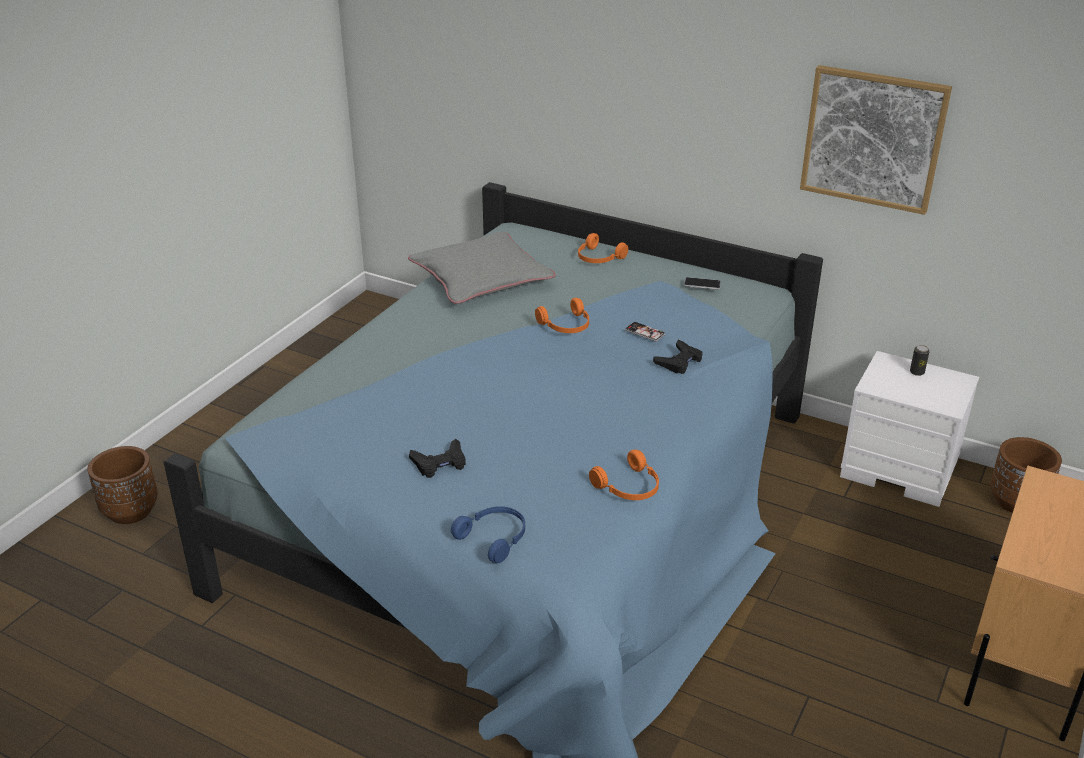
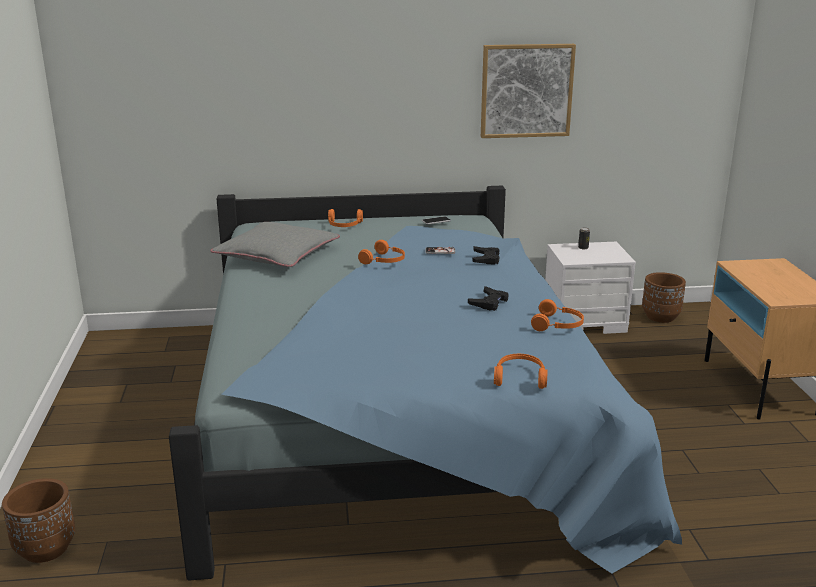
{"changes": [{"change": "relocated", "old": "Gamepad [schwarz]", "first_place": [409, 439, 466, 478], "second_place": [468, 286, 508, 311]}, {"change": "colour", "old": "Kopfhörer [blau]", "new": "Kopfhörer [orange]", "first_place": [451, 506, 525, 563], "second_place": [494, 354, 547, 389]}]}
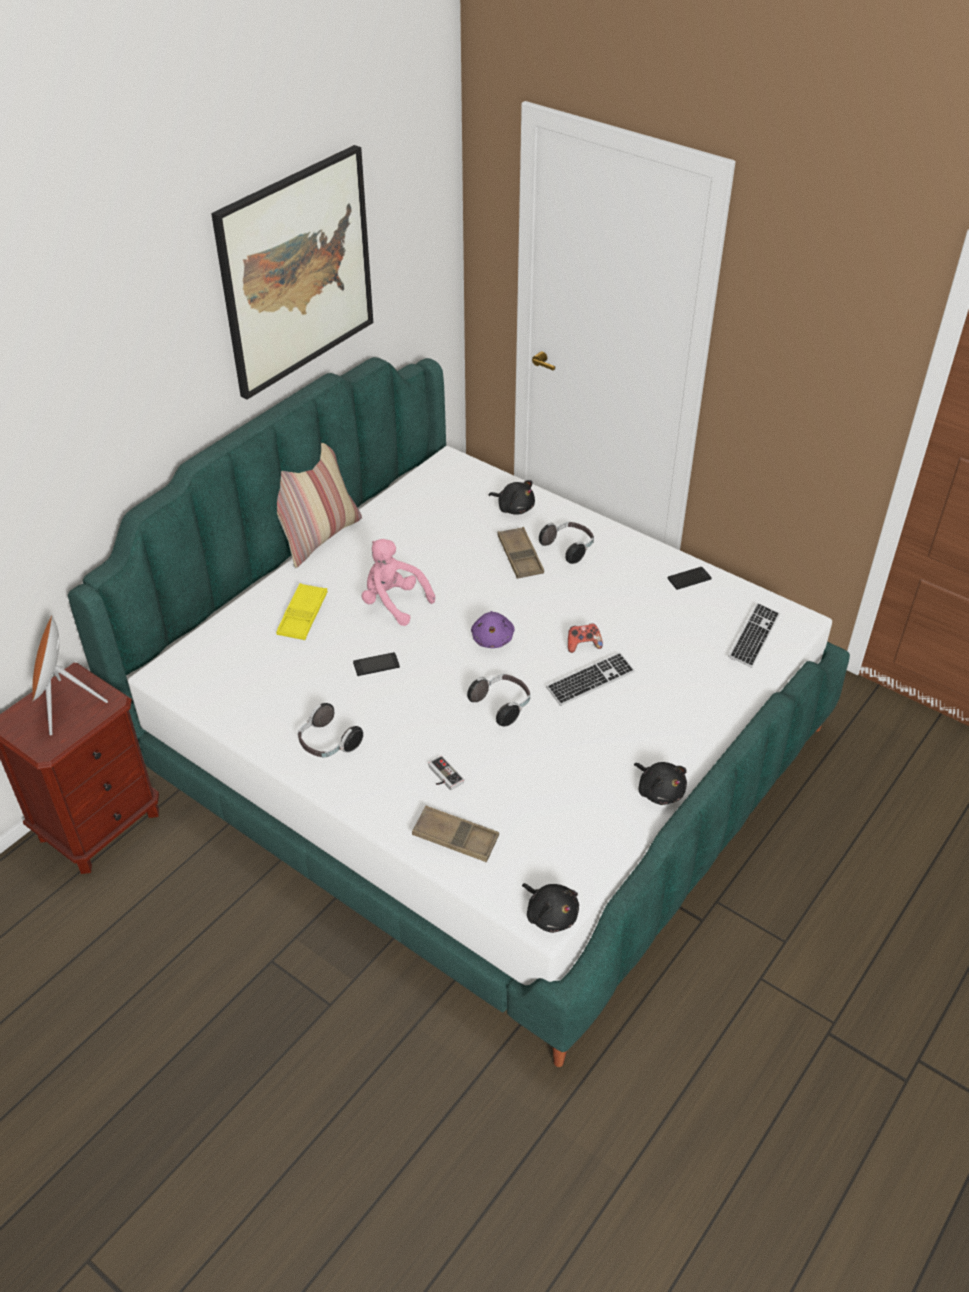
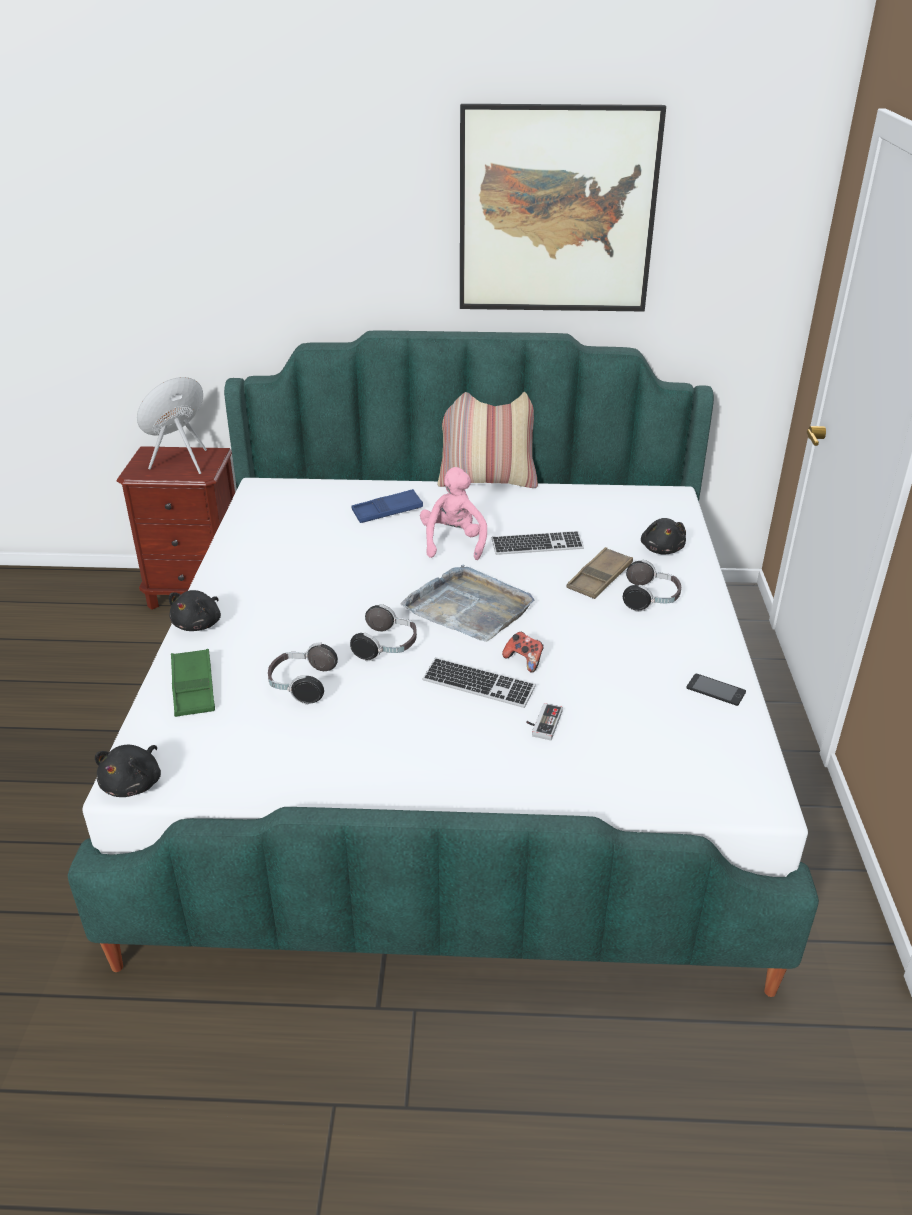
{"changes": [{"change": "relocated", "old": "Plüschtier [schwarz]", "first_place": [634, 762, 687, 805], "second_place": [169, 590, 221, 631]}, {"change": "colour", "old": "Tablett [braun]", "new": "Tablett [grün]", "first_place": [412, 806, 499, 862], "second_place": [171, 649, 215, 717]}, {"change": "relocated", "old": "Kopfhörer", "first_place": [298, 703, 363, 757], "second_place": [268, 642, 338, 705]}, {"change": "colour", "old": "Tablett [gelb]", "new": "Tablett [blau]", "first_place": [276, 583, 328, 640], "second_place": [351, 489, 423, 523]}, {"change": "exchanged", "old": "Plüschtier [lila]", "new": "Tablett [grau]", "first_place": [471, 611, 514, 648], "second_place": [400, 564, 534, 642]}, {"change": "relocated", "old": "Tastatur", "first_place": [728, 603, 780, 668], "second_place": [492, 531, 584, 555]}, {"change": "relocated", "old": "Gamepad", "first_place": [428, 756, 464, 790], "second_place": [526, 703, 563, 740]}, {"change": "missing", "old": "Handy", "first_place": [353, 652, 400, 676]}]}
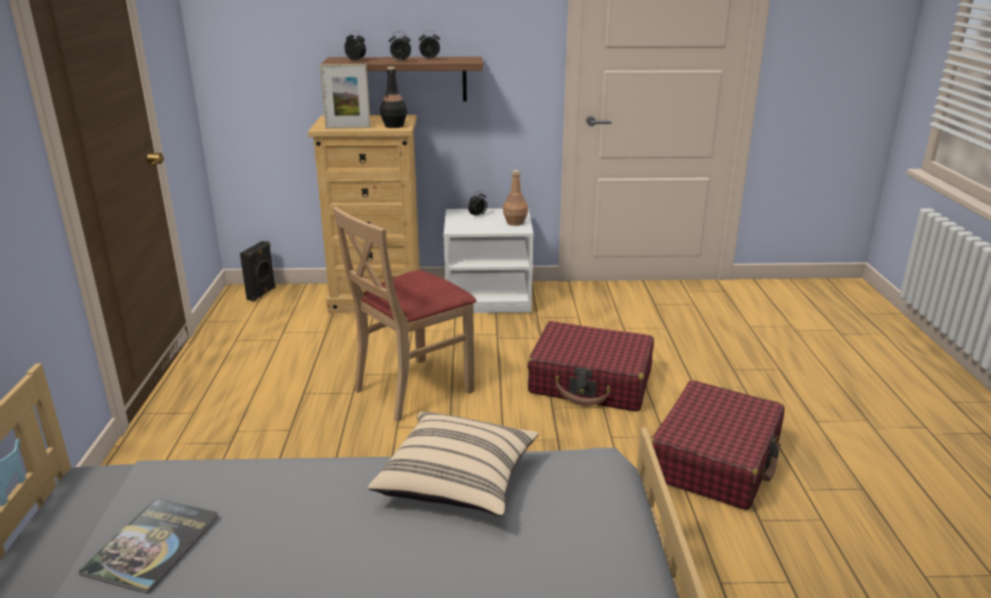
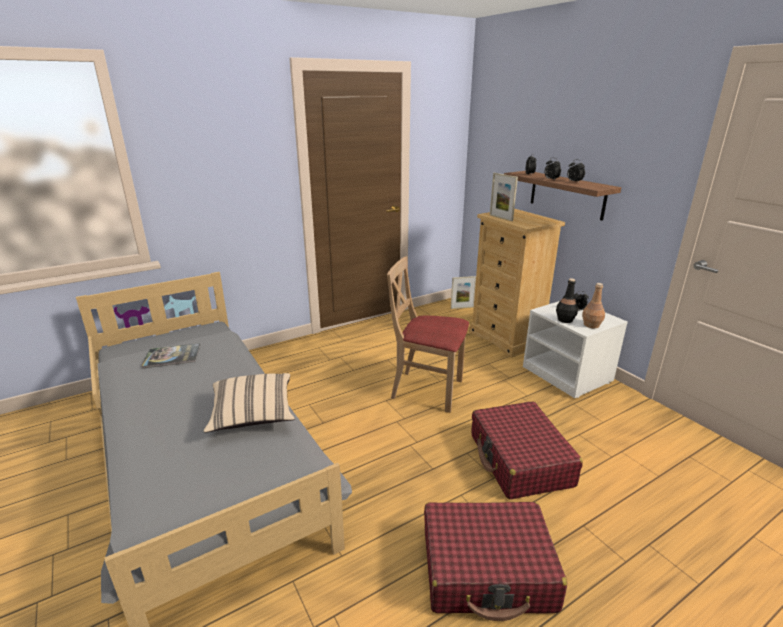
{"changes": [{"change": "exchanged", "old": "Lautsprecher [schwarz]", "new": "Bilderrahmen", "first_place": [240, 241, 276, 302], "second_place": [451, 276, 476, 309]}, {"change": "relocated", "old": "Flasche [schwarz]", "first_place": [380, 67, 407, 128], "second_place": [556, 278, 578, 323]}]}
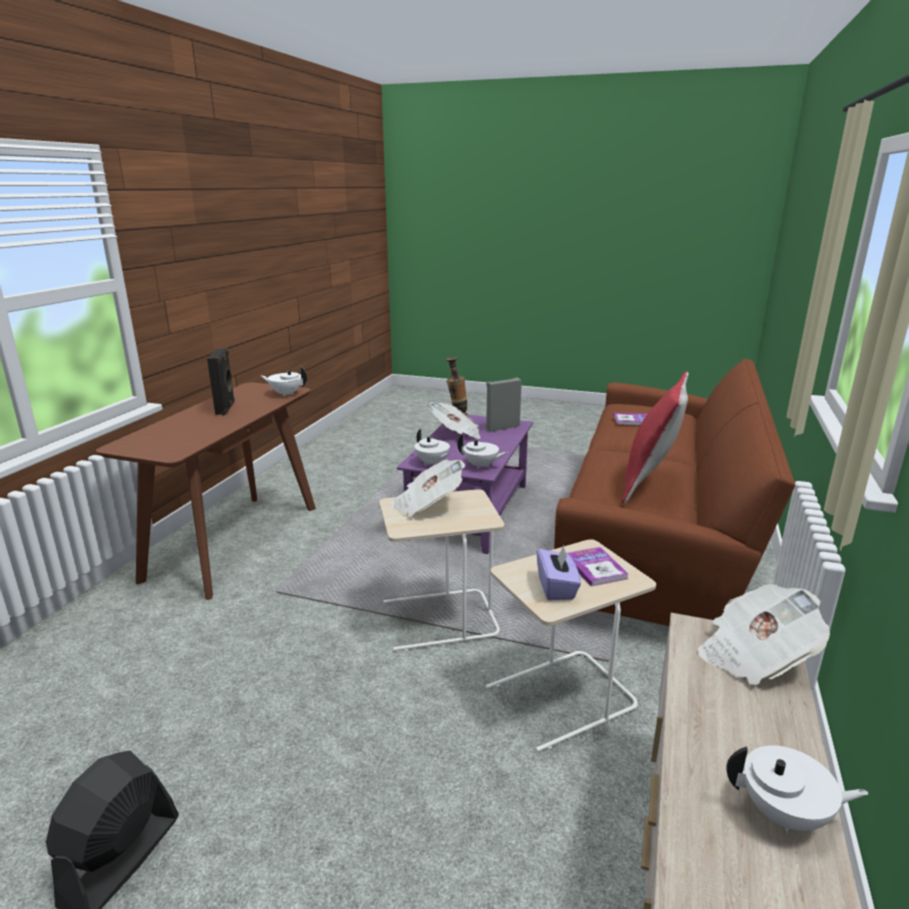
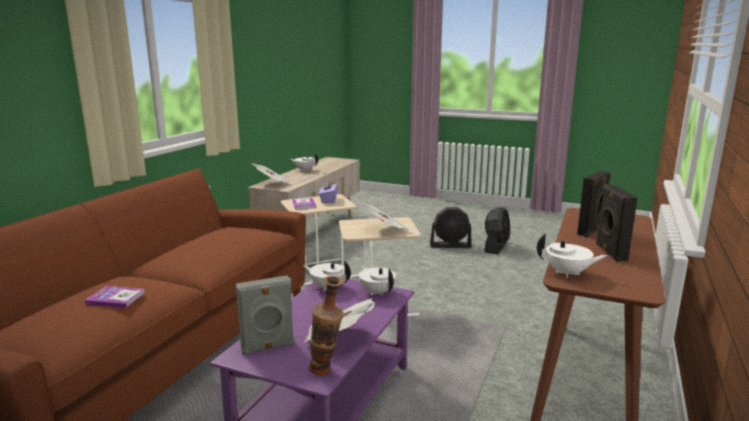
{"changes": [{"change": "appeared", "new": "Ventilator [schwarz]", "second_place": [430, 207, 472, 248]}, {"change": "appeared", "new": "Lautsprecher [schwarz]", "second_place": [577, 171, 611, 237]}, {"change": "missing", "old": "Kissen [rot]", "first_place": [622, 371, 689, 504]}]}
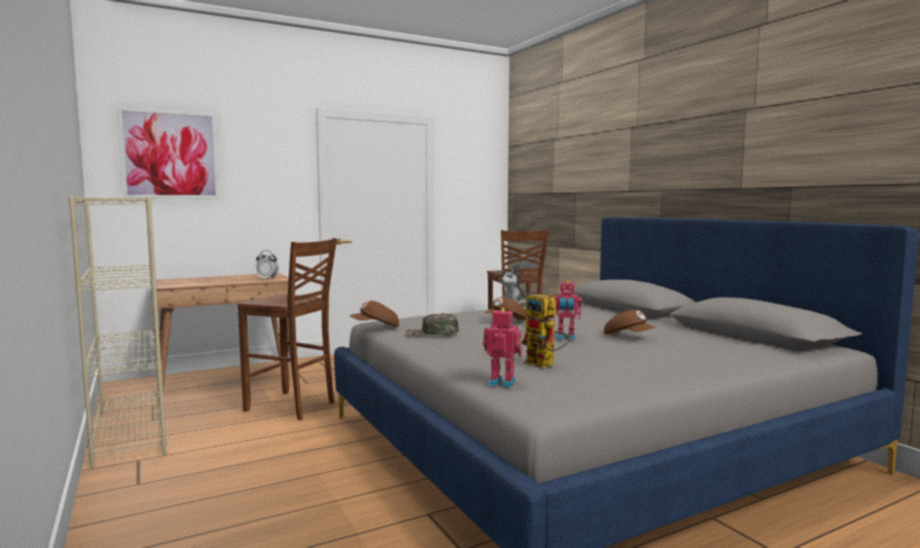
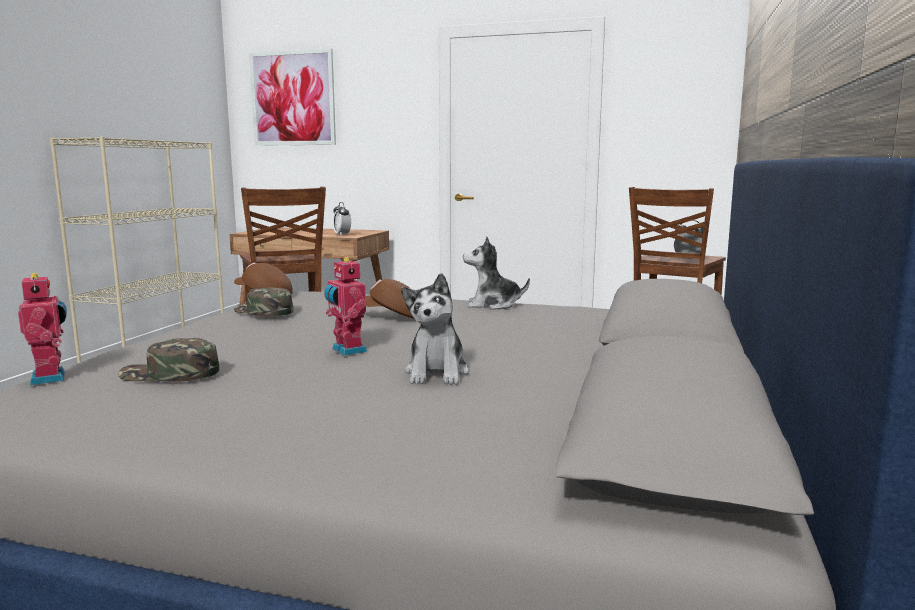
{"changes": [{"change": "exchanged", "old": "Spielzeugroboter", "new": "Kappe [grün]", "first_place": [521, 293, 570, 368], "second_place": [118, 338, 219, 382]}, {"change": "exchanged", "old": "Kappe [braun]", "new": "Plüschtier", "first_place": [604, 310, 656, 334], "second_place": [401, 273, 469, 385]}]}
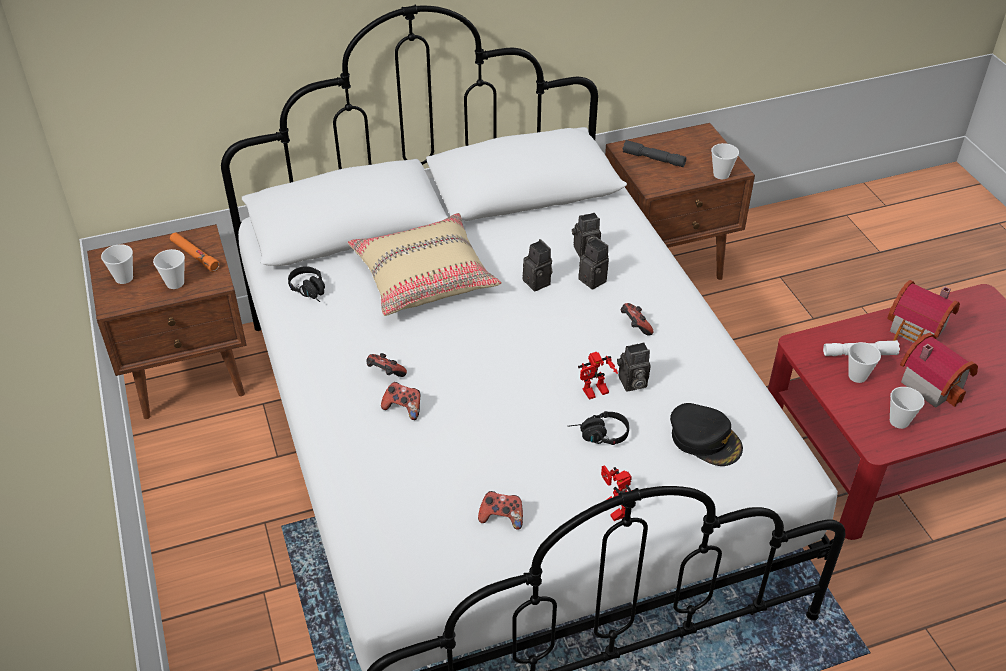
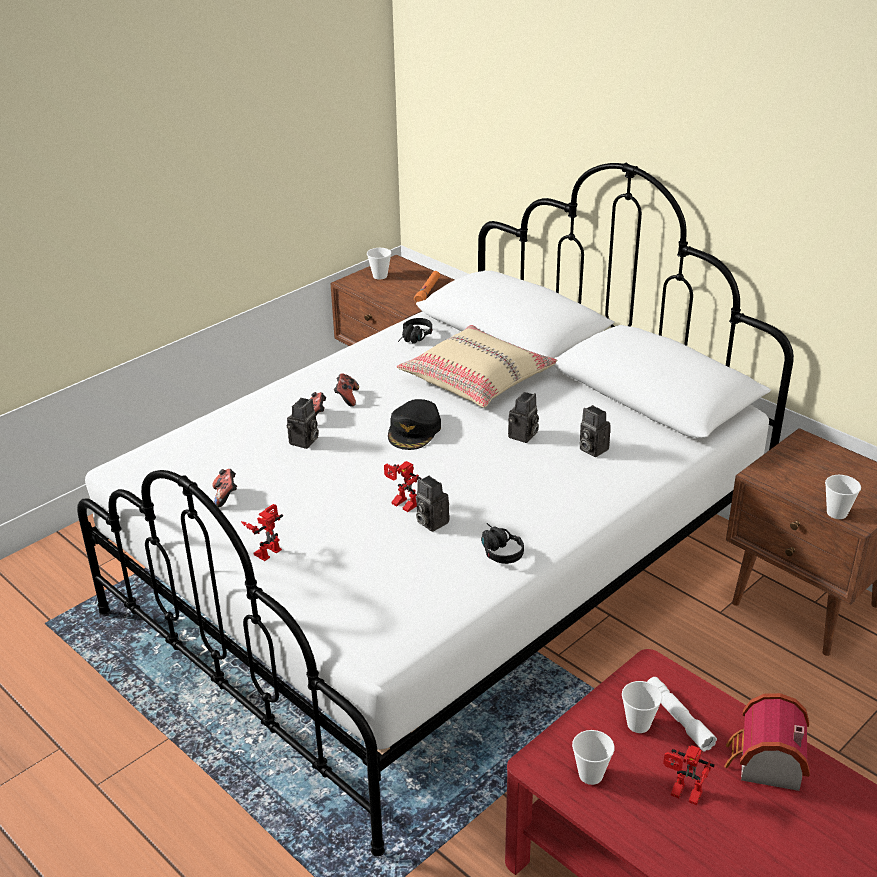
{"changes": [{"change": "relocated", "old": "Kamera", "first_place": [578, 237, 609, 290], "second_place": [287, 398, 319, 449]}, {"change": "relocated", "old": "Kappe [schwarz]", "first_place": [670, 403, 743, 466], "second_place": [388, 399, 441, 450]}, {"change": "relocated", "old": "Kopfhörer [schwarz]", "first_place": [568, 411, 629, 445], "second_place": [481, 523, 524, 564]}, {"change": "exchanged", "old": "Spielzeughaus", "new": "Spielzeugroboter", "first_place": [900, 333, 978, 408], "second_place": [663, 745, 715, 805]}, {"change": "missing", "old": "Tasse", "first_place": [153, 249, 185, 289]}, {"change": "missing", "old": "Gamepad", "first_place": [621, 303, 654, 336]}, {"change": "missing", "old": "Taschenlampe [grau]", "first_place": [623, 140, 686, 167]}]}
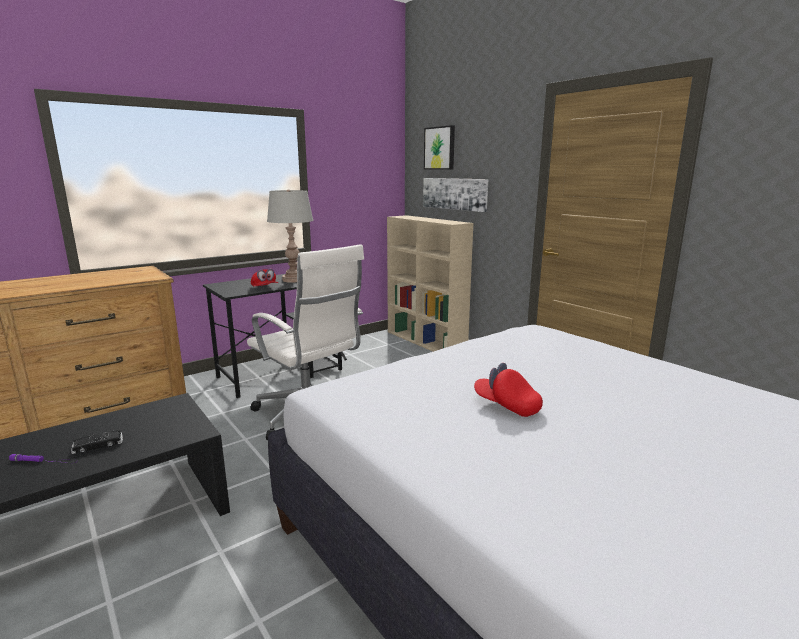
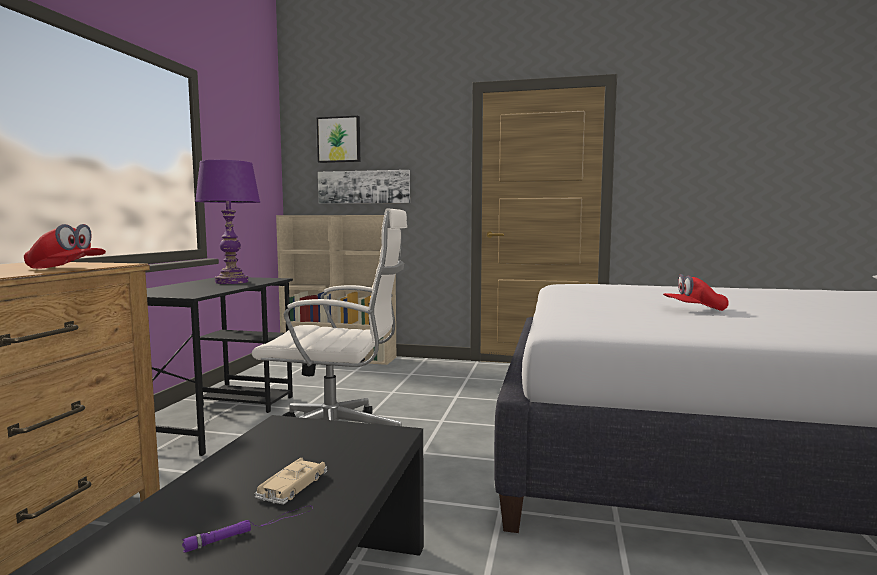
{"changes": [{"change": "relocated", "old": "Kappe [rot]", "first_place": [251, 269, 278, 286], "second_place": [24, 224, 106, 269]}, {"change": "colour", "old": "Tischlampe [grau]", "new": "Tischlampe [lila]", "first_place": [267, 189, 314, 283], "second_place": [195, 160, 260, 284]}, {"change": "colour", "old": "Spielzeugauto [schwarz]", "new": "Spielzeugauto [beige]", "first_place": [71, 430, 123, 454], "second_place": [255, 458, 328, 505]}]}
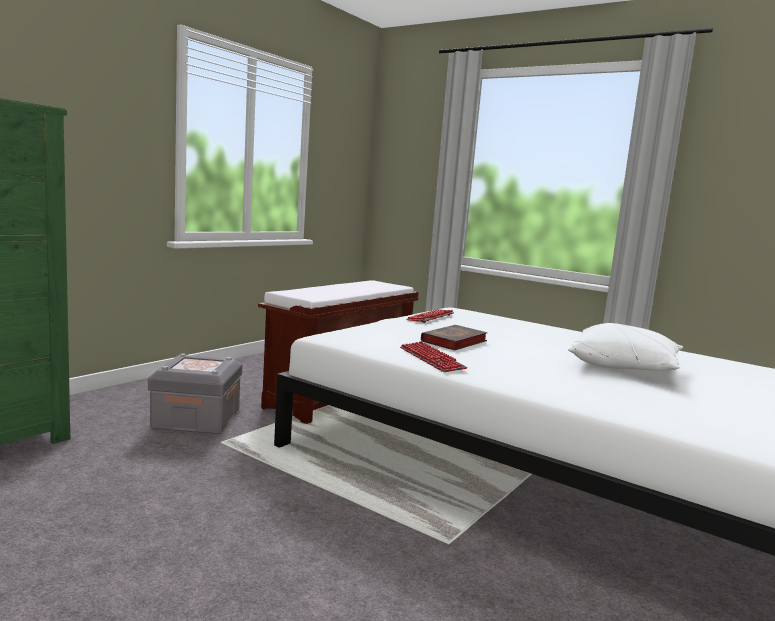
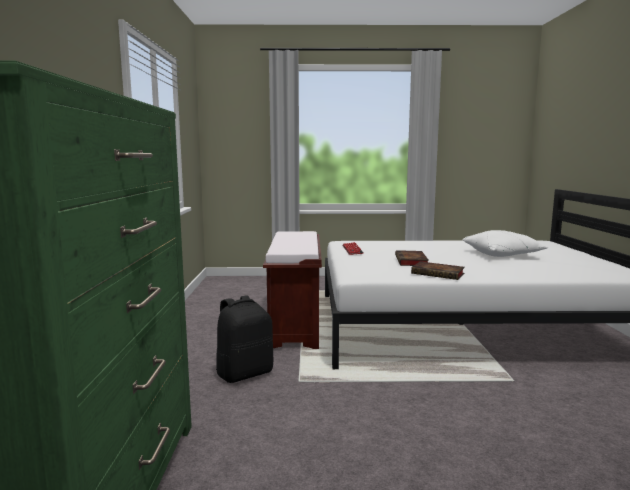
{"changes": [{"change": "exchanged", "old": "Aufbewahrungsbox [grau]", "new": "Rucksack [schwarz]", "first_place": [148, 353, 242, 434], "second_place": [216, 295, 273, 383]}, {"change": "exchanged", "old": "Tastatur", "new": "Buch", "first_place": [400, 341, 468, 372], "second_place": [411, 261, 465, 280]}]}
